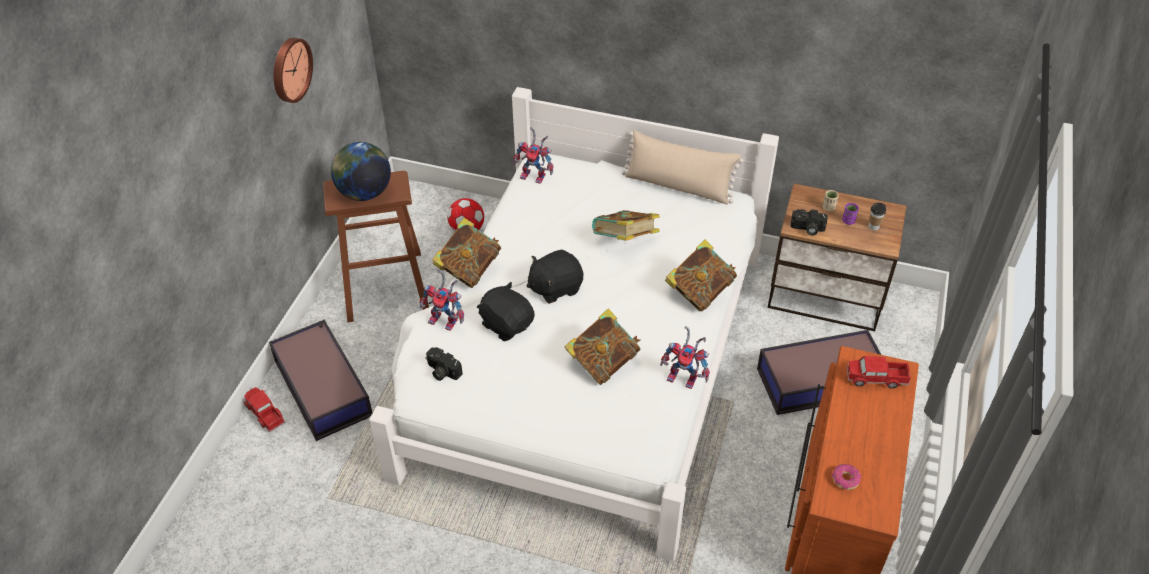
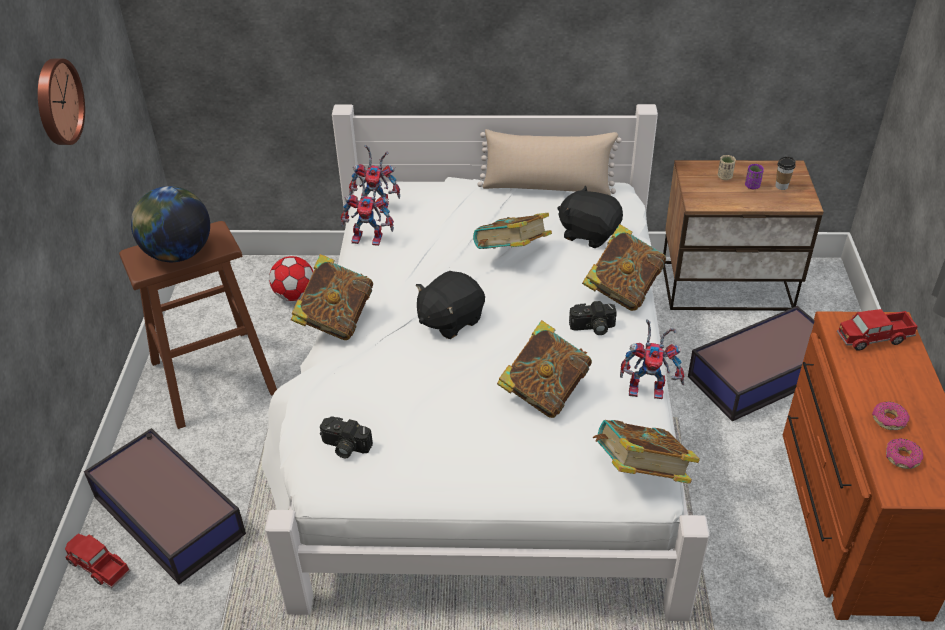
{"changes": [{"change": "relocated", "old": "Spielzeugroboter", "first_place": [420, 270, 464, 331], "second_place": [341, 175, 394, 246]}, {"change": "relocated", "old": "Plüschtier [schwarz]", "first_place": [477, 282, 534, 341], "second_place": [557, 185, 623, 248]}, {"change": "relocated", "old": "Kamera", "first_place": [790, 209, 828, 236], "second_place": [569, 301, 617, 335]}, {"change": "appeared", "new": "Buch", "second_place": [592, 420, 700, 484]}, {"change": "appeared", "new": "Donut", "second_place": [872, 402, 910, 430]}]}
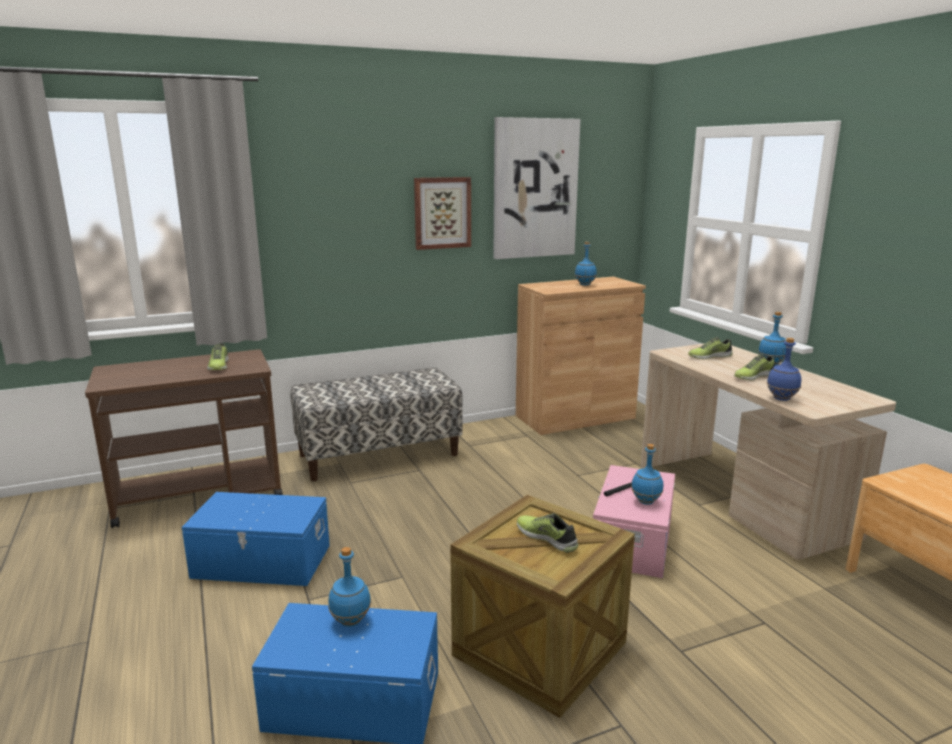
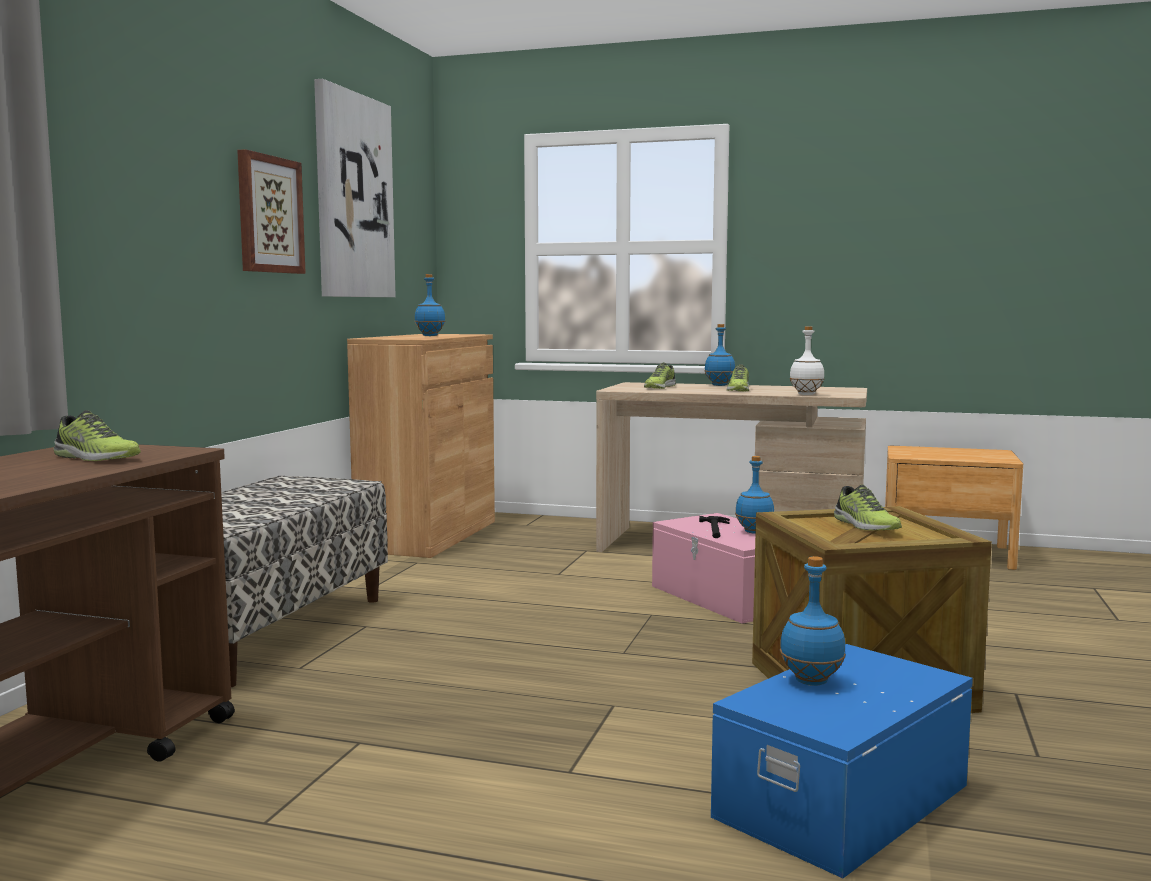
{"changes": [{"change": "colour", "old": "Flasche [blau]", "new": "Flasche [weiß]", "first_place": [767, 338, 801, 401], "second_place": [790, 326, 824, 395]}, {"change": "spun", "old": "Schuh", "first_place": [517, 513, 578, 553], "second_place": [834, 485, 902, 531], "degrees": -105}, {"change": "missing", "old": "Aufbewahrungsbox [blau]", "first_place": [182, 492, 330, 586]}]}
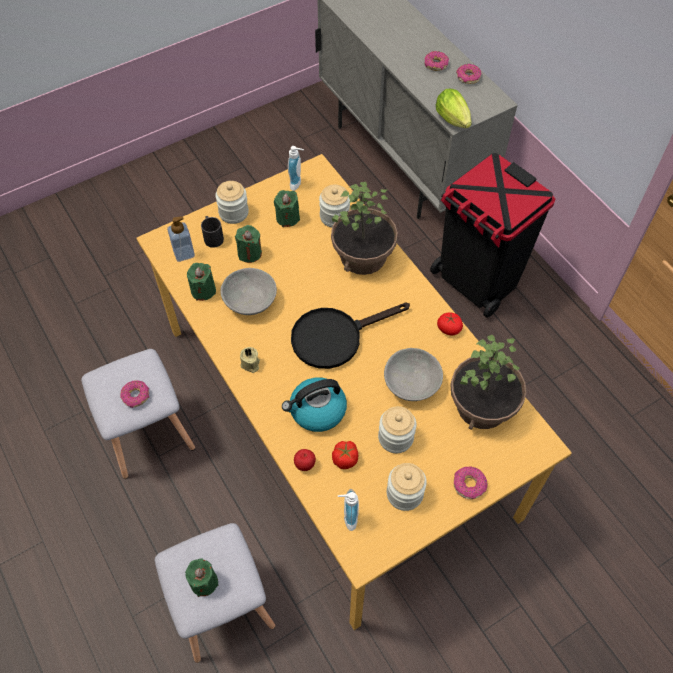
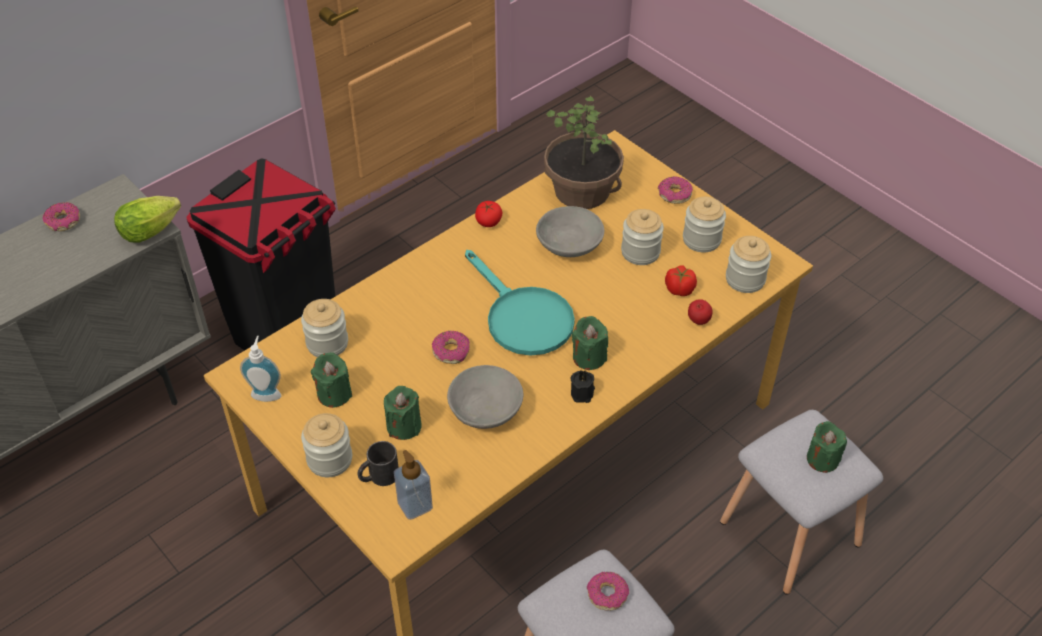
{"changes": [{"change": "relocated", "old": "Donut", "first_place": [425, 51, 449, 71], "second_place": [432, 331, 470, 364]}, {"change": "colour", "old": "Pfanne [schwarz]", "new": "Pfanne [türkis]", "first_place": [291, 303, 410, 369], "second_place": [465, 250, 575, 356]}, {"change": "colour", "old": "Kerze [beige]", "new": "Kerze [schwarz]", "first_place": [240, 347, 260, 373], "second_place": [571, 370, 595, 403]}, {"change": "relocated", "old": "Kerze [grün]", "first_place": [187, 263, 216, 301], "second_place": [572, 316, 608, 370]}, {"change": "exchanged", "old": "Seifenspender", "new": "Vorratsglas", "first_place": [338, 489, 359, 531], "second_place": [726, 236, 771, 293]}, {"change": "missing", "old": "Wasserkessel", "first_place": [282, 378, 347, 432]}, {"change": "missing", "old": "Topfpflanze", "first_place": [331, 182, 398, 275]}]}
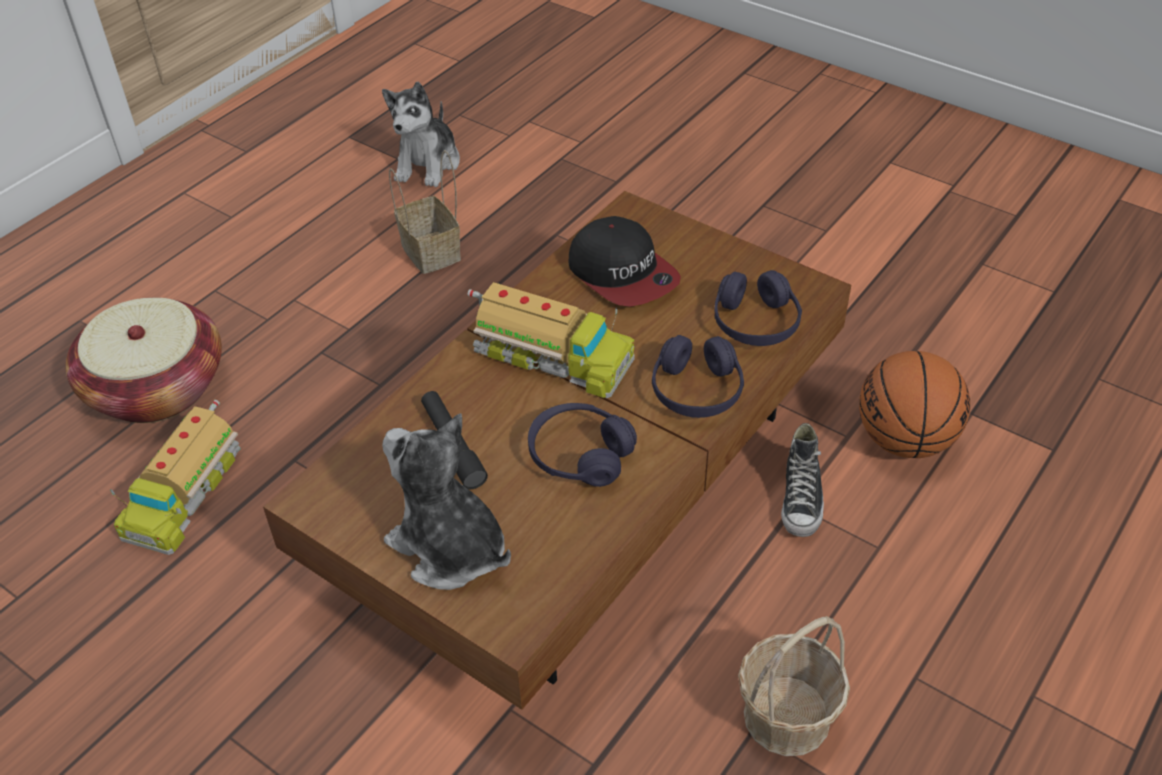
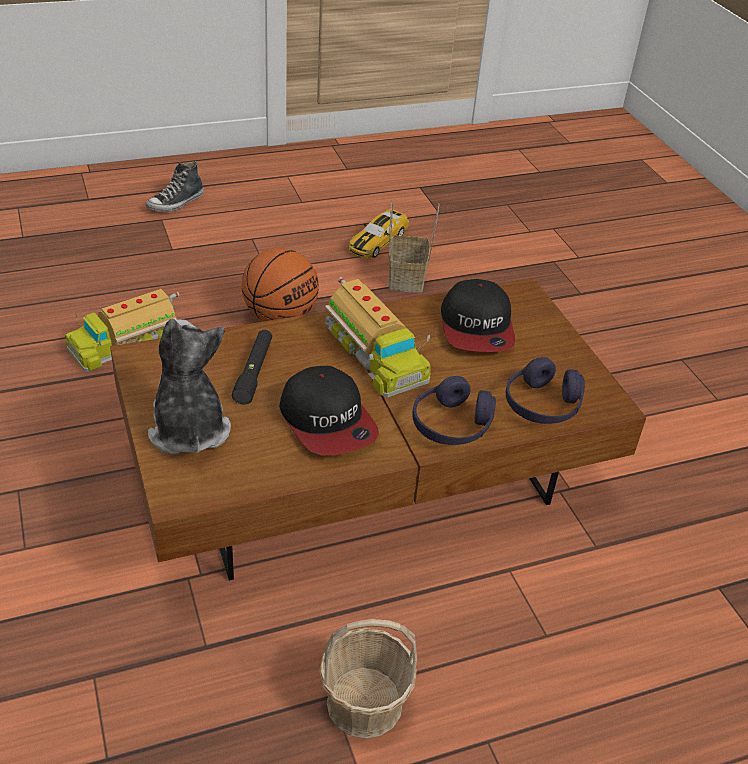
{"changes": [{"change": "relocated", "old": "Schuh", "first_place": [781, 423, 824, 537], "second_place": [146, 161, 204, 212]}, {"change": "relocated", "old": "Basketball", "first_place": [859, 351, 970, 458], "second_place": [242, 248, 319, 321]}, {"change": "exchanged", "old": "Kopfhörer [lila]", "new": "Kappe", "first_place": [528, 403, 637, 487], "second_place": [279, 366, 379, 455]}, {"change": "appeared", "new": "Spielzeugauto", "second_place": [348, 209, 409, 258]}, {"change": "missing", "old": "Korb", "first_place": [65, 297, 222, 423]}, {"change": "missing", "old": "Plüschtier", "first_place": [382, 82, 460, 187]}]}
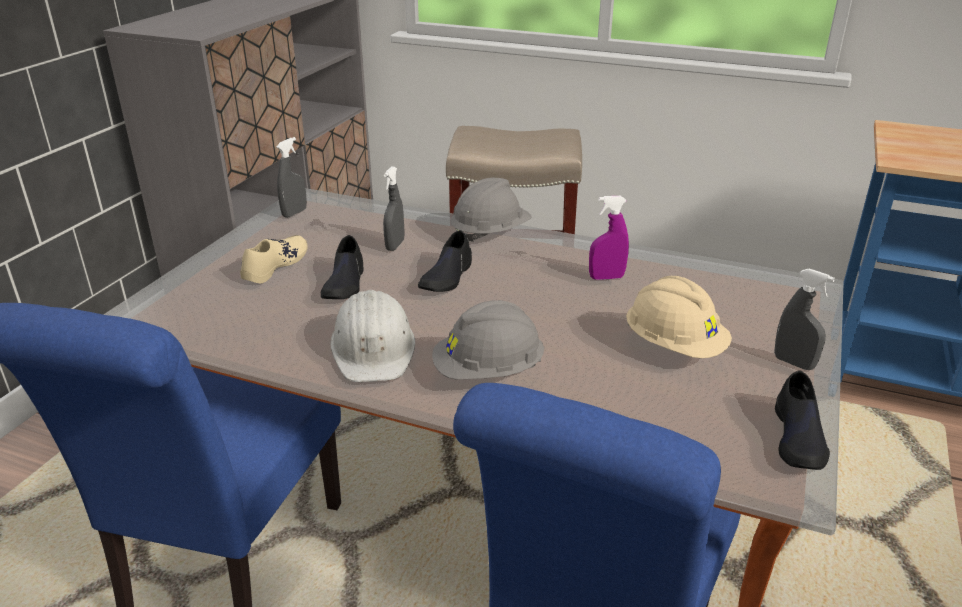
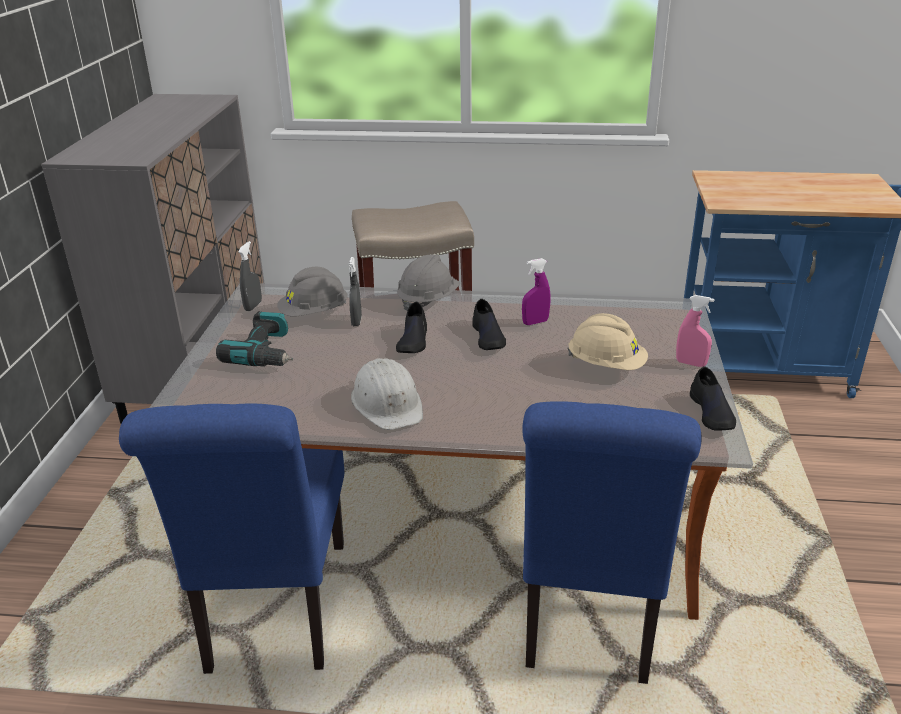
{"changes": [{"change": "exchanged", "old": "Schuh [beige]", "new": "Bohrmaschine", "first_place": [240, 235, 308, 283], "second_place": [216, 311, 293, 367]}, {"change": "relocated", "old": "Schutzhelm [grau]", "first_place": [432, 300, 544, 380], "second_place": [277, 267, 347, 317]}, {"change": "relocated", "old": "Schuh [schwarz]", "first_place": [321, 235, 364, 299], "second_place": [472, 299, 506, 350]}, {"change": "colour", "old": "Sprühflasche [grau]", "new": "Sprühflasche [rosa]", "first_place": [774, 269, 835, 370], "second_place": [676, 295, 714, 367]}]}
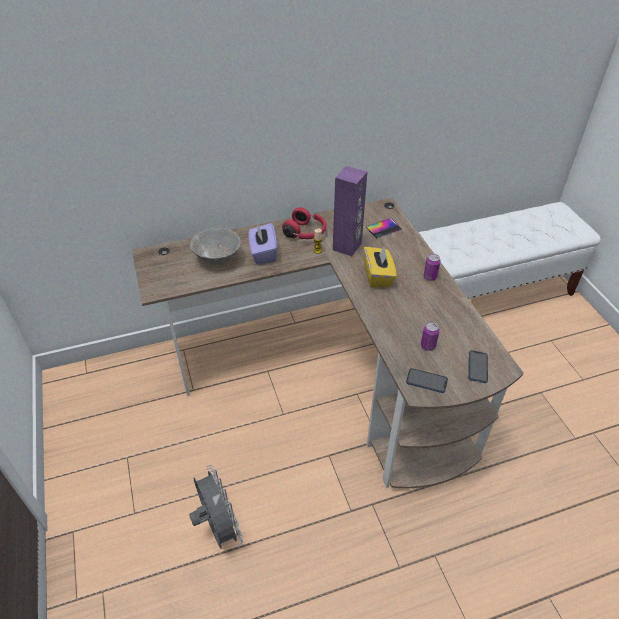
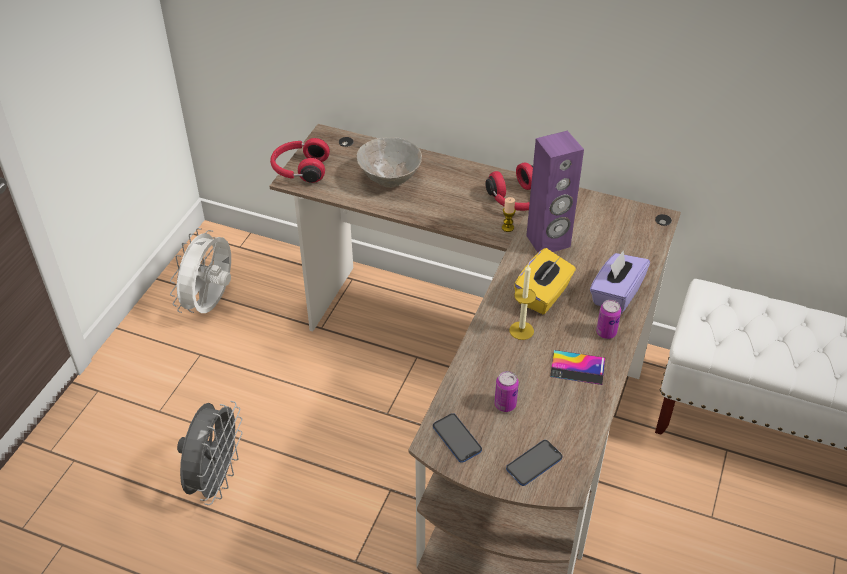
{"changes": [{"change": "appeared", "new": "Ventilator [weiß]", "second_place": [170, 228, 231, 313]}, {"change": "appeared", "new": "Kopfhörer [rot]", "second_place": [270, 138, 330, 183]}, {"change": "appeared", "new": "Kerze", "second_place": [509, 264, 536, 340]}, {"change": "relocated", "old": "Handy", "first_place": [366, 218, 402, 238], "second_place": [550, 350, 605, 385]}, {"change": "relocated", "old": "Taschentuchbox [lila]", "first_place": [248, 223, 277, 264], "second_place": [590, 250, 650, 314]}]}
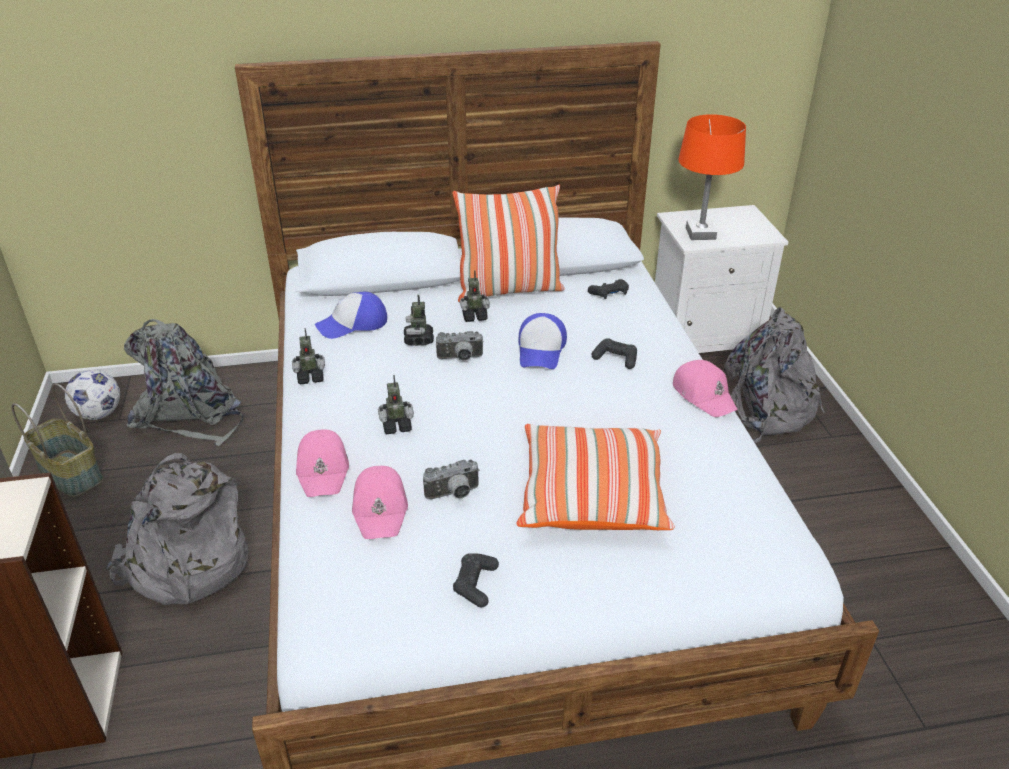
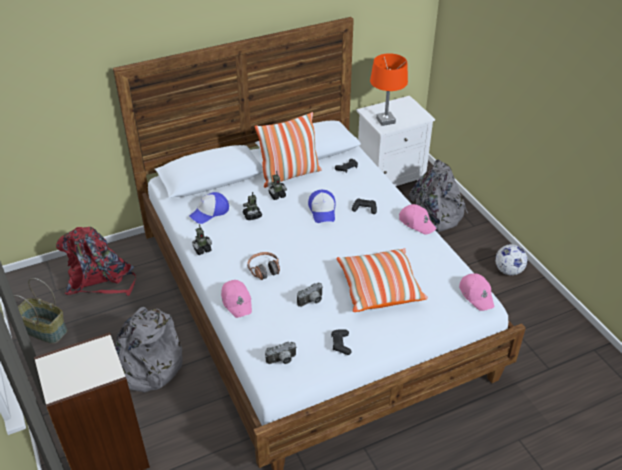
{"changes": [{"change": "colour", "old": "Rucksack [grau]", "new": "Rucksack [rot]", "first_place": [124, 319, 243, 446], "second_place": [56, 227, 136, 296]}, {"change": "exchanged", "old": "Spielzeugroboter", "new": "Kopfhörer", "first_place": [378, 375, 414, 434], "second_place": [247, 252, 280, 280]}, {"change": "relocated", "old": "Kamera", "first_place": [436, 331, 484, 361], "second_place": [265, 342, 297, 364]}, {"change": "relocated", "old": "Kappe [rosa]", "first_place": [352, 466, 408, 539], "second_place": [459, 273, 495, 311]}, {"change": "relocated", "old": "Fußball", "first_place": [65, 370, 120, 420], "second_place": [495, 244, 528, 276]}]}
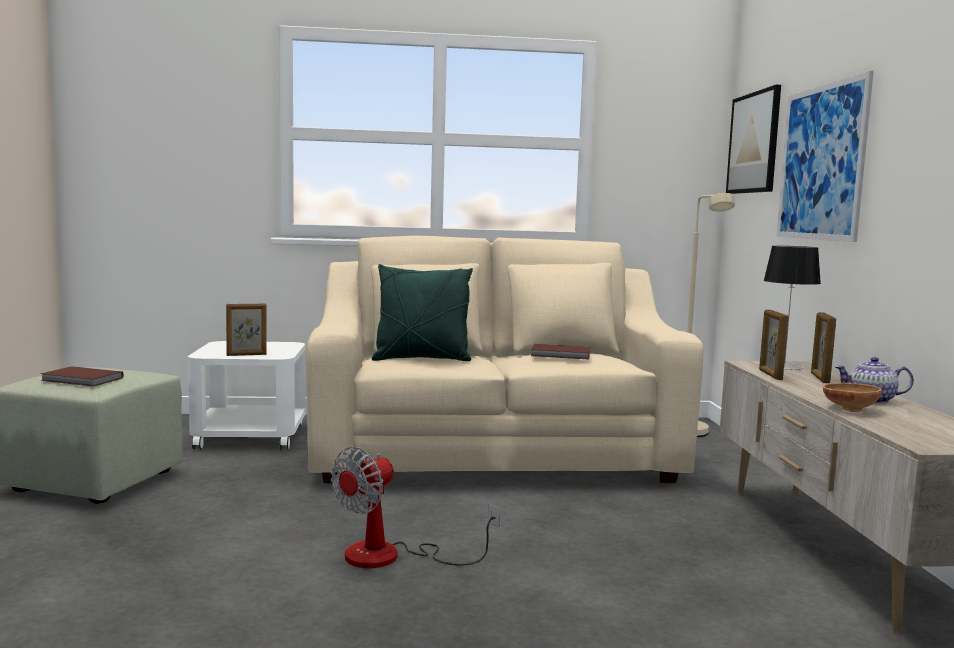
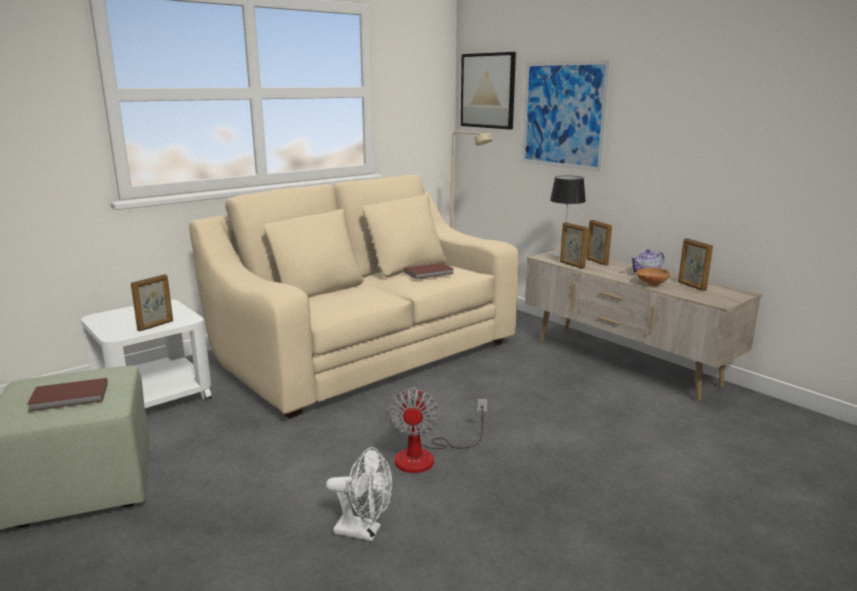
{"changes": [{"change": "appeared", "new": "Ventilator [weiß]", "second_place": [326, 447, 392, 541]}, {"change": "appeared", "new": "Bilderrahmen", "second_place": [678, 238, 713, 291]}, {"change": "missing", "old": "Kissen [grün]", "first_place": [372, 264, 473, 361]}]}
